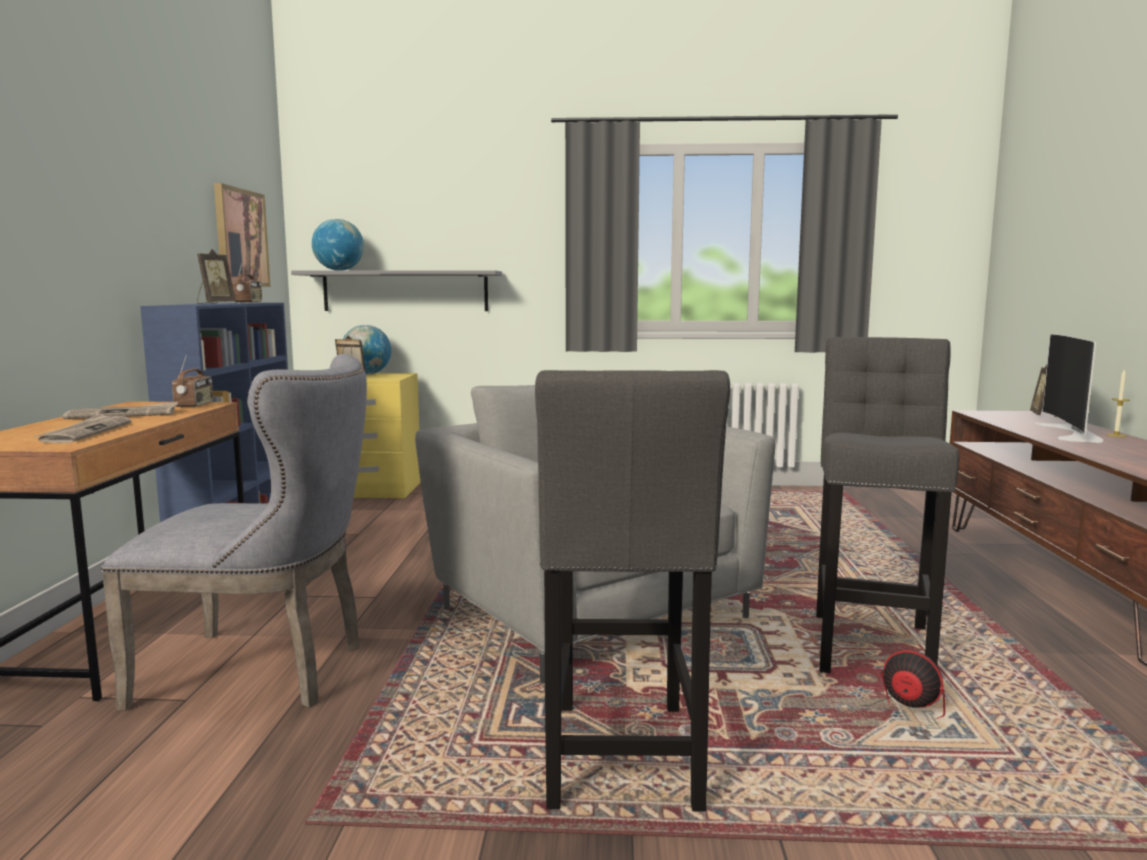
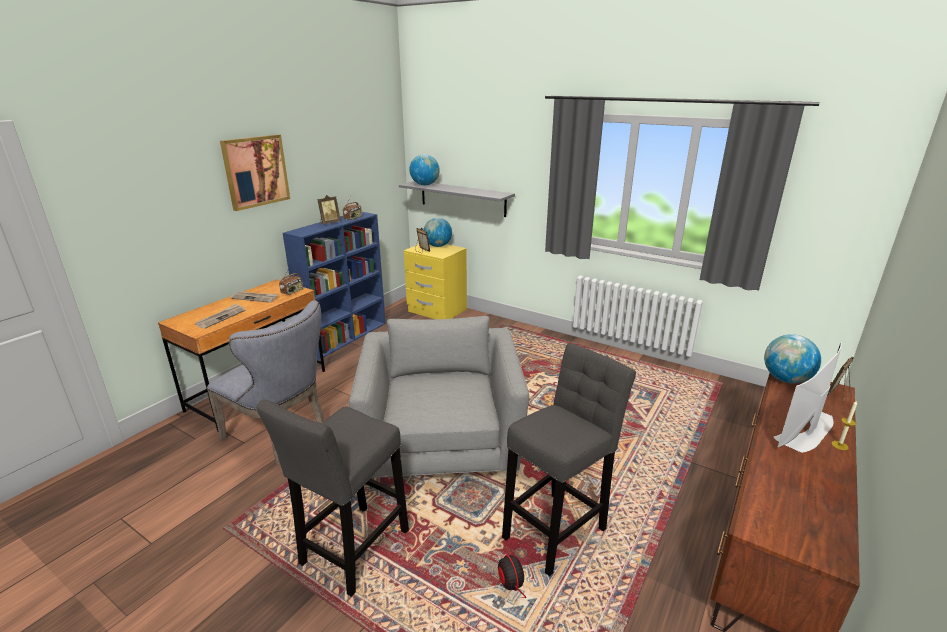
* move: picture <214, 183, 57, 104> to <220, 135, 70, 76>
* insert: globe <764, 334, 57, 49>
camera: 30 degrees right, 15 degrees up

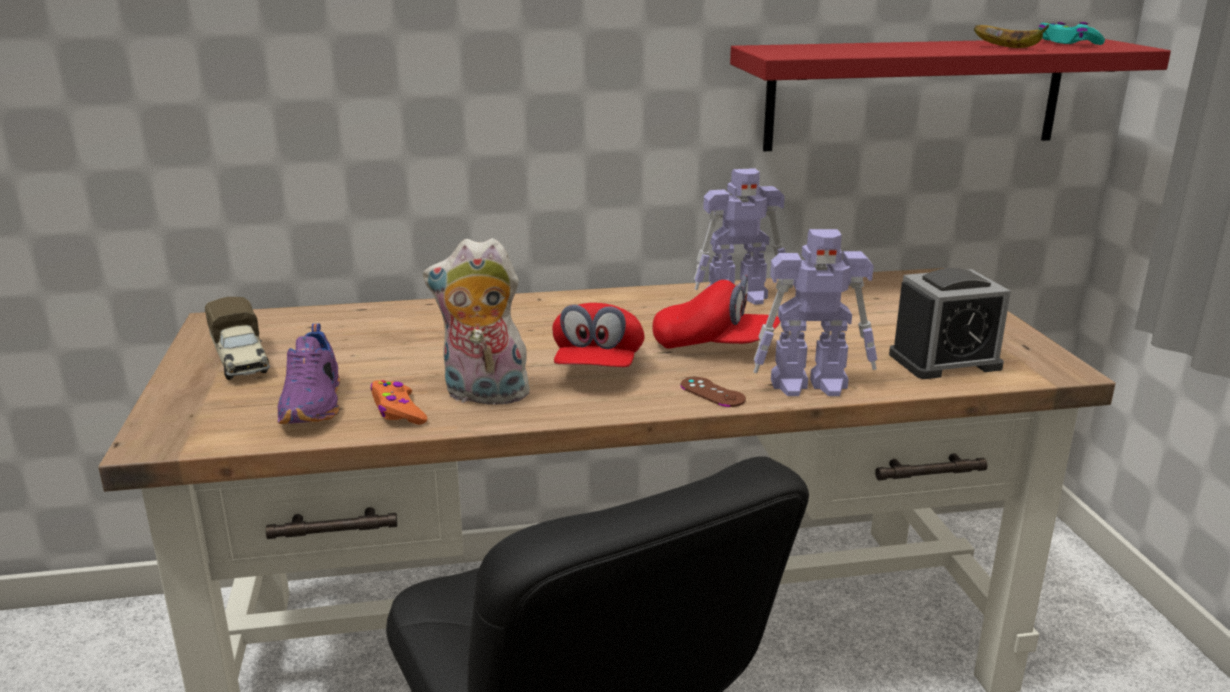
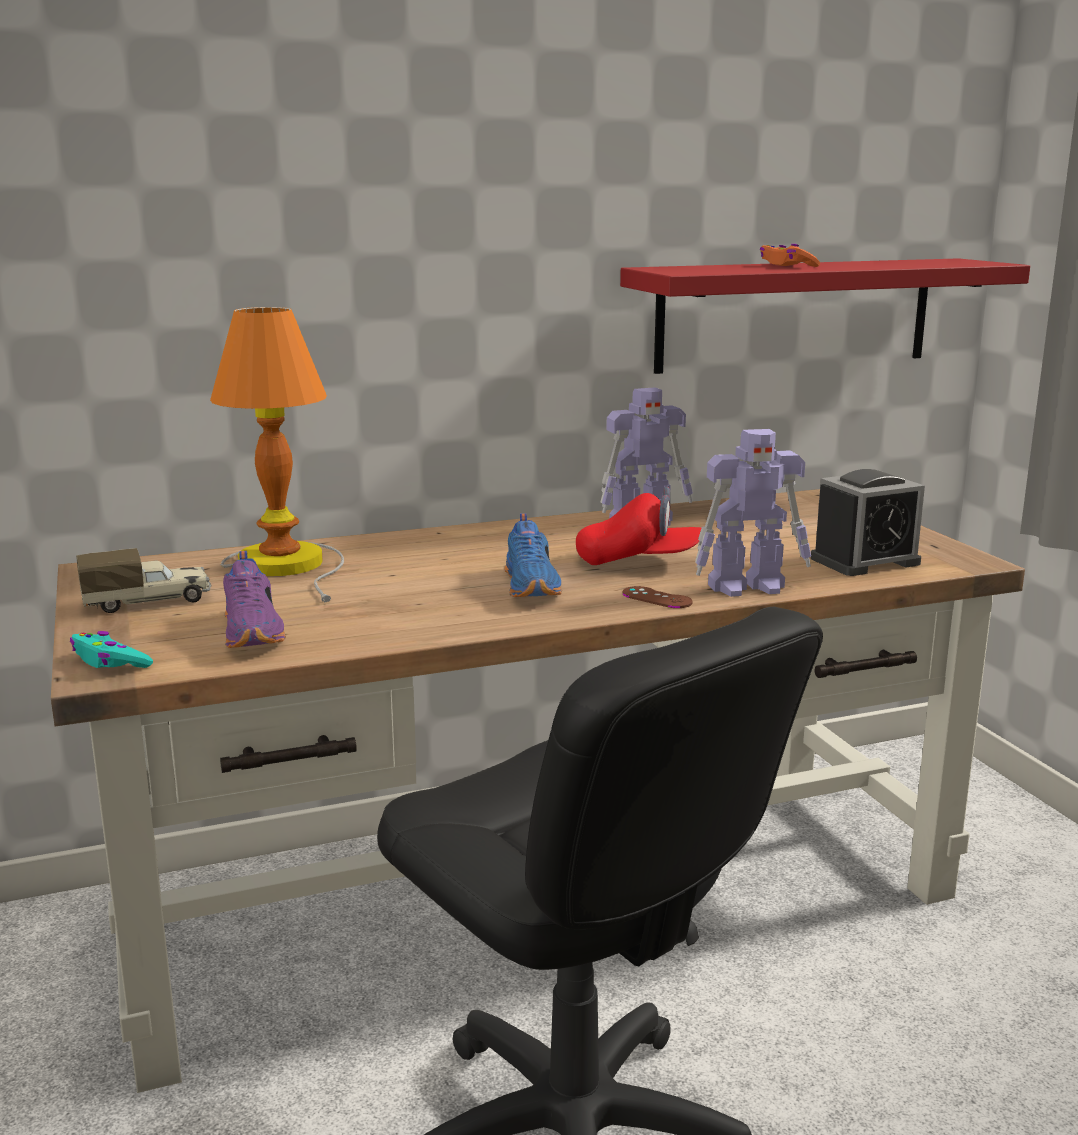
* move: game controller (turquoise) <1039, 22, 66, 23> to <70, 631, 83, 37>
* rotate: toy truck <205, 297, 66, 83> = <76, 548, 135, 65> 75 degrees counterclockwise
* insert: table lamp <210, 307, 134, 295>
* replace: cap (red) <552, 303, 93, 64> to shoe (blue) <504, 513, 58, 84>
* move: game controller (orange) <371, 380, 56, 45> to <760, 244, 60, 23>
* delete: plush toy <423, 238, 110, 167>
* delete: banana <974, 25, 75, 23>
camera: 10 degrees left, 5 degrees down

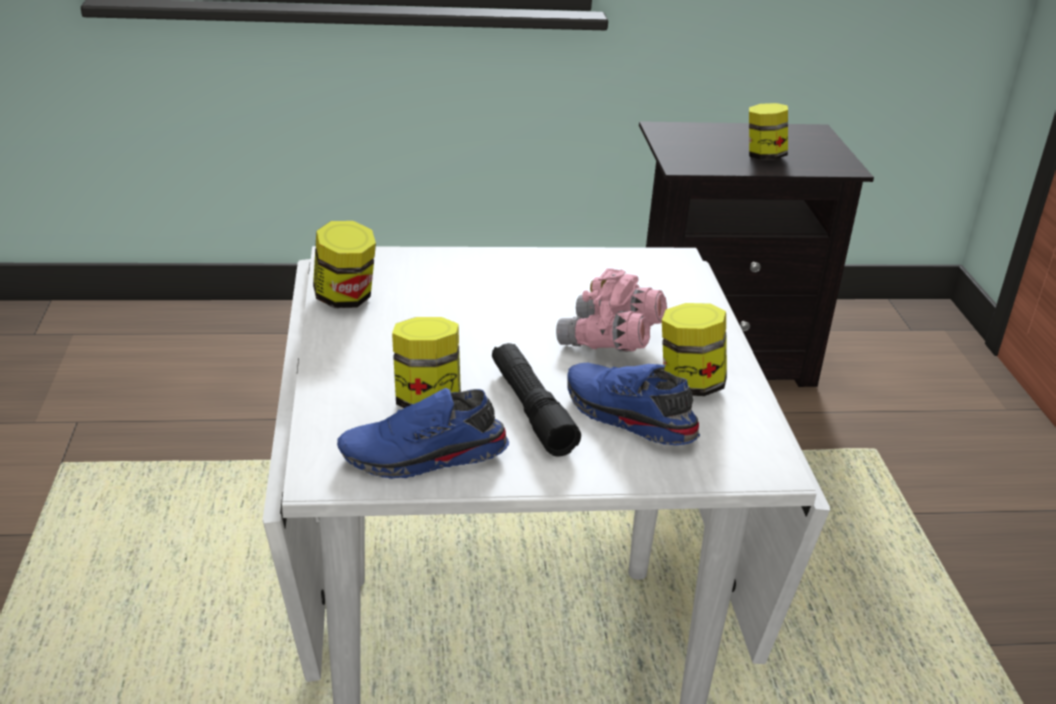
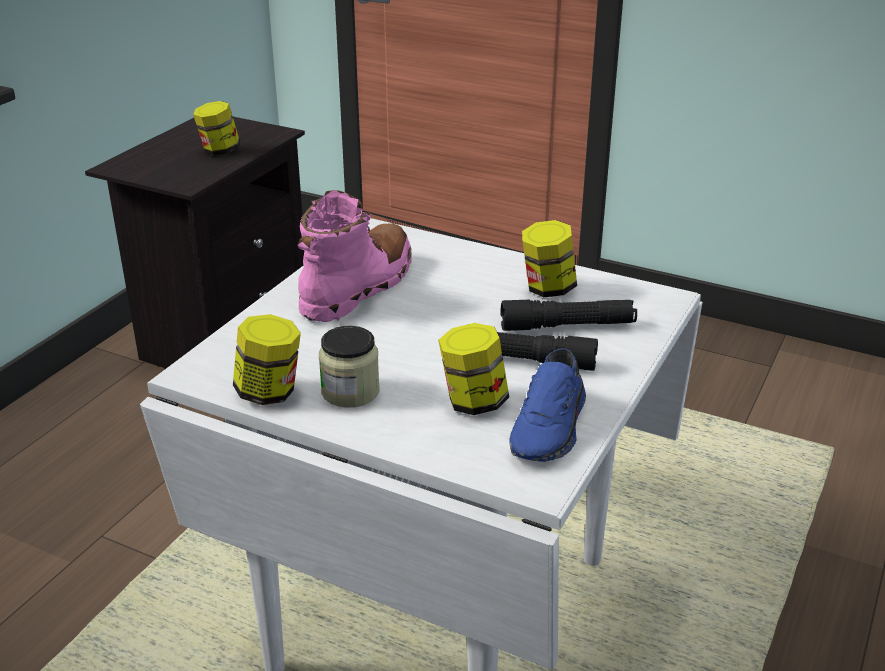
* insert: boot (pink) <297, 190, 115, 132>
* insert: jar <319, 326, 61, 82>
* replace: shoe (blue) <567, 363, 133, 82> to flashlight (black) <501, 300, 136, 31>
* delete: binoculars (pink) <556, 268, 111, 83>
camera: 55 degrees left, 0 degrees up

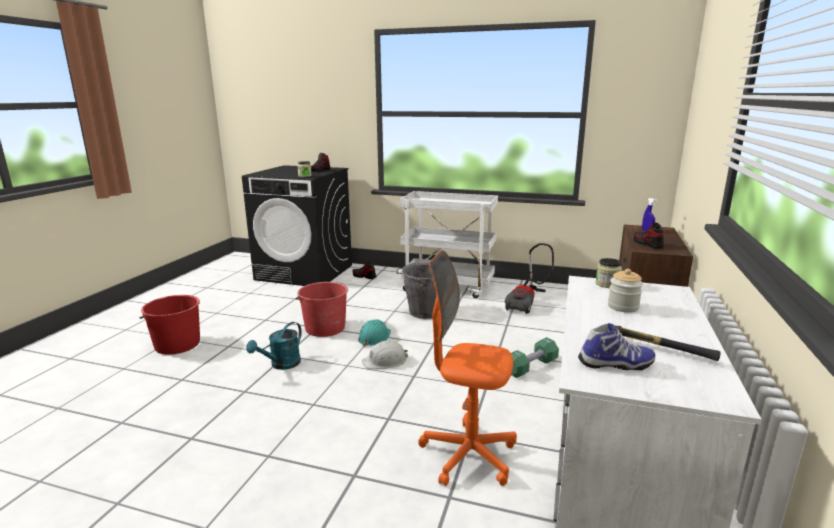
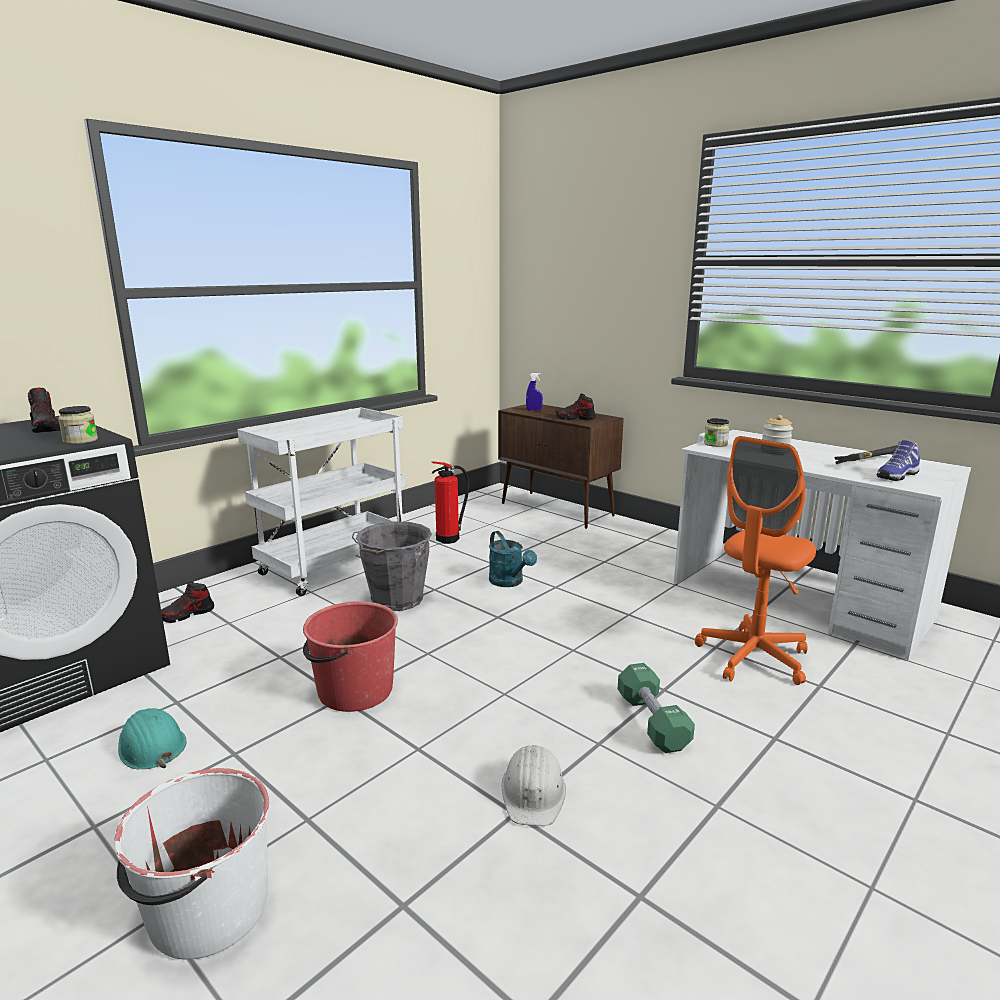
* recolor: bucket (red) <139, 295, 61, 60> to bucket (white) <114, 768, 156, 192>
* move: hard hat (turquoise) <358, 319, 33, 28> to <118, 708, 69, 61>
* replace: vacuum cleaner <505, 243, 49, 71> to fire extinguisher <431, 461, 38, 83>
* move: watering can (turquoise) <246, 322, 56, 48> to <489, 531, 48, 56>
* move: hard hat (white) <362, 340, 46, 29> to <502, 745, 64, 81>
* move: dumbbell (green) <511, 337, 48, 41> to <618, 663, 77, 90>
* rotate: shoe <578, 323, 77, 47> = <877, 440, 43, 41> 150 degrees counterclockwise
camera: 65 degrees left, 0 degrees up

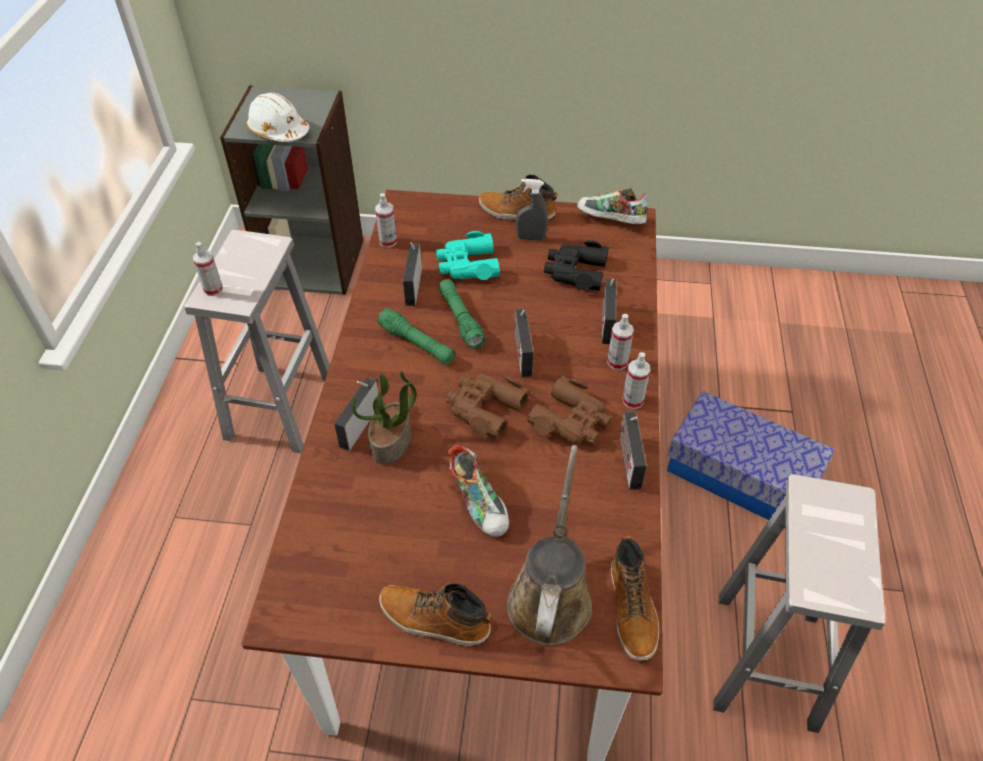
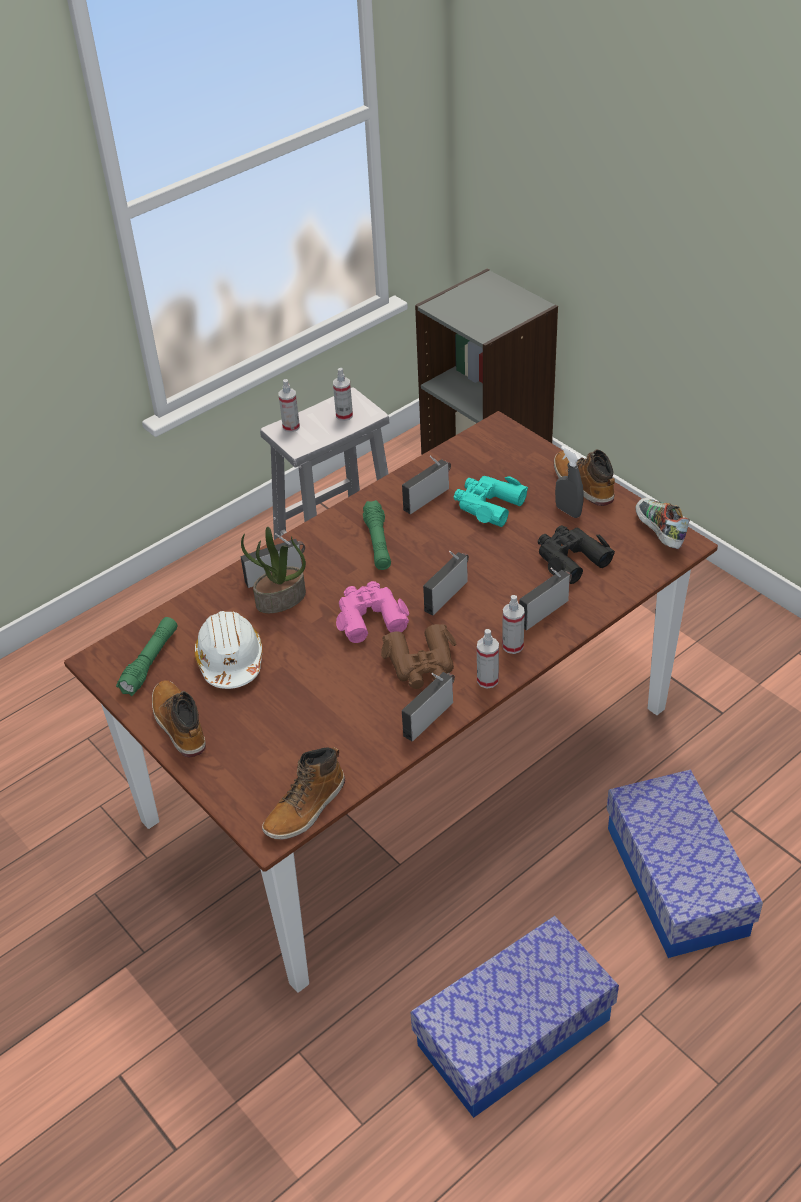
* move: flashlight (green) <438, 279, 48, 71> to <116, 617, 62, 79>
* move: hard hat (white) <246, 92, 63, 50> to <194, 611, 69, 78>
* move: spray bottle <375, 193, 22, 55> to <333, 368, 20, 53>
* recolor: binoculars (brown) <446, 374, 84, 65> to binoculars (pink) <336, 581, 73, 62>
* replace: stool (white) <713, 474, 172, 259> to storage box <410, 916, 209, 202>
* delete: shoe <448, 445, 61, 92>
* delete: watering can (brown) <507, 445, 85, 201>
camera: 45 degrees right, 5 degrees down

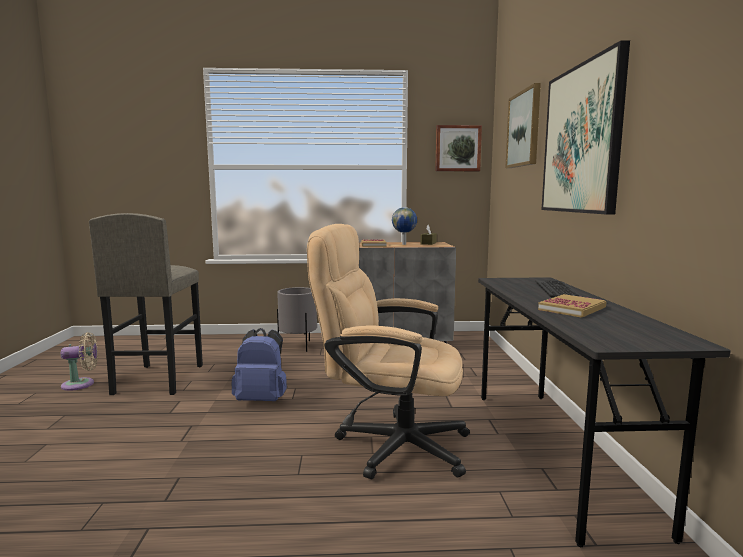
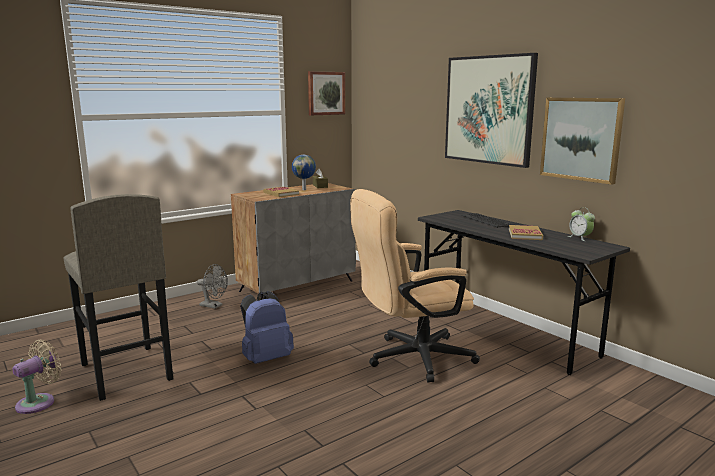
* replace: planter (grey) <277, 287, 40, 65> to fan (grey) <197, 264, 31, 45>
* move: picture <505, 83, 36, 85> to <540, 98, 85, 87>
* insert: alarm clock <568, 207, 27, 34>
camera: 35 degrees left, 5 degrees up

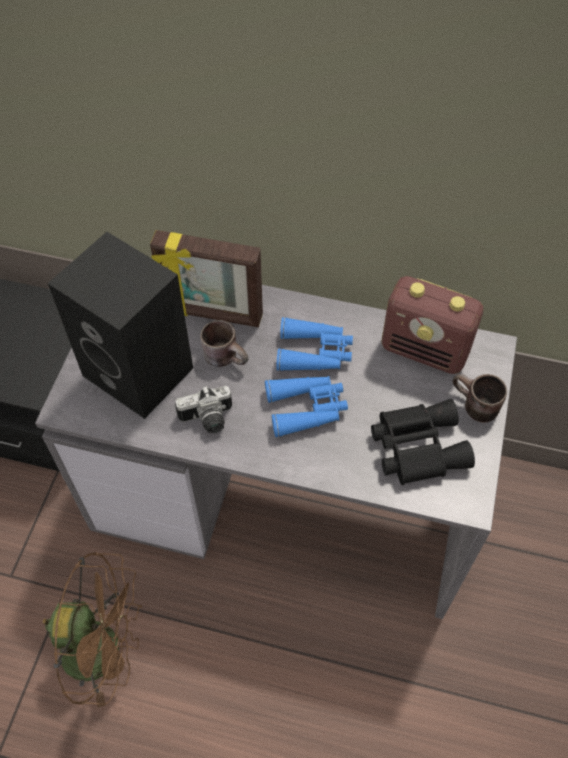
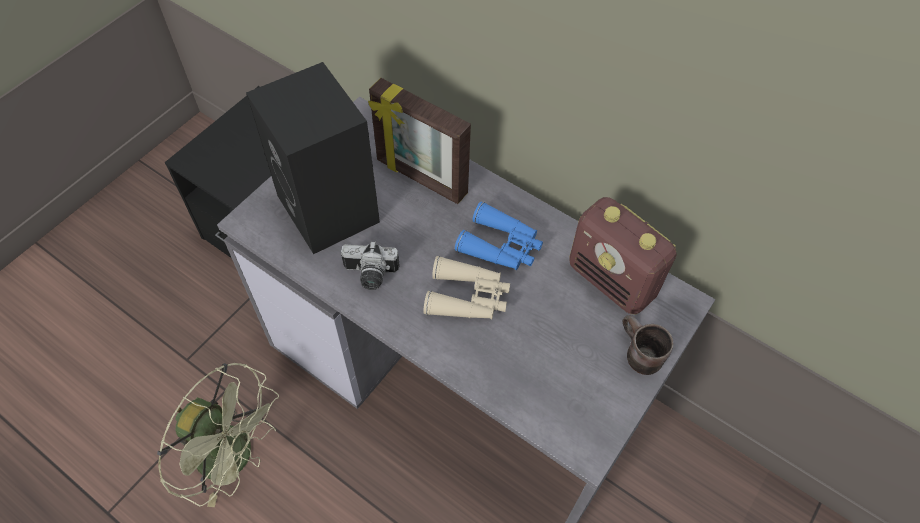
* recolor: fan (brown) <43, 552, 99, 156> to fan (green) <157, 363, 122, 144>
* recolor: binoculars (blue) <265, 376, 83, 61> to binoculars (beige) <423, 256, 87, 63>
* delete: mug (brown) <200, 320, 48, 47>
* delete: binoculars (black) <371, 399, 104, 86>
camera: 20 degrees right, 0 degrees up

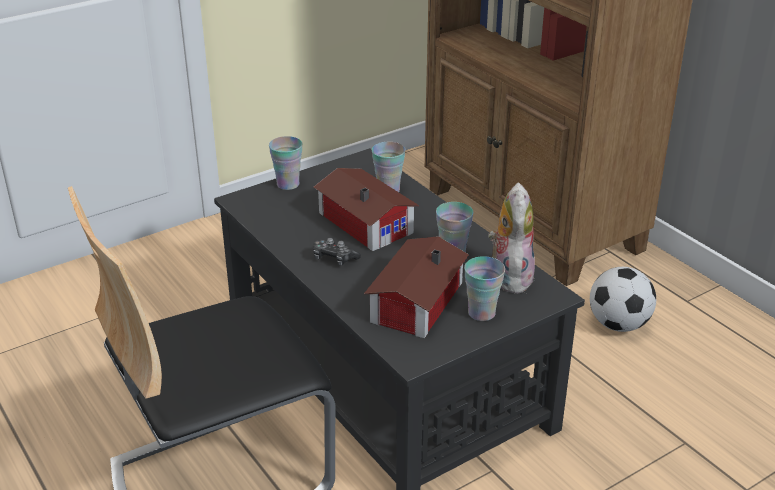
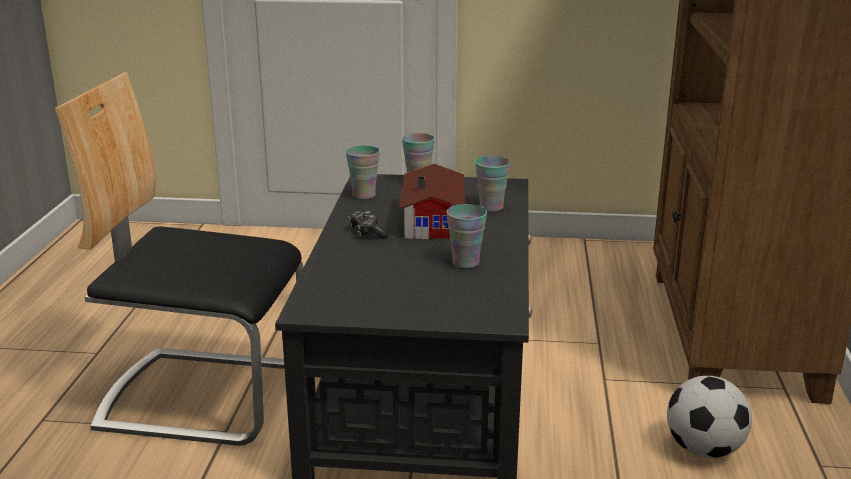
* move: cup <464, 256, 41, 65> to <346, 145, 34, 54>
* delete: toy house <364, 236, 105, 102>
* delete: plush toy <488, 182, 47, 111>
camera: 40 degrees right, 10 degrees down

